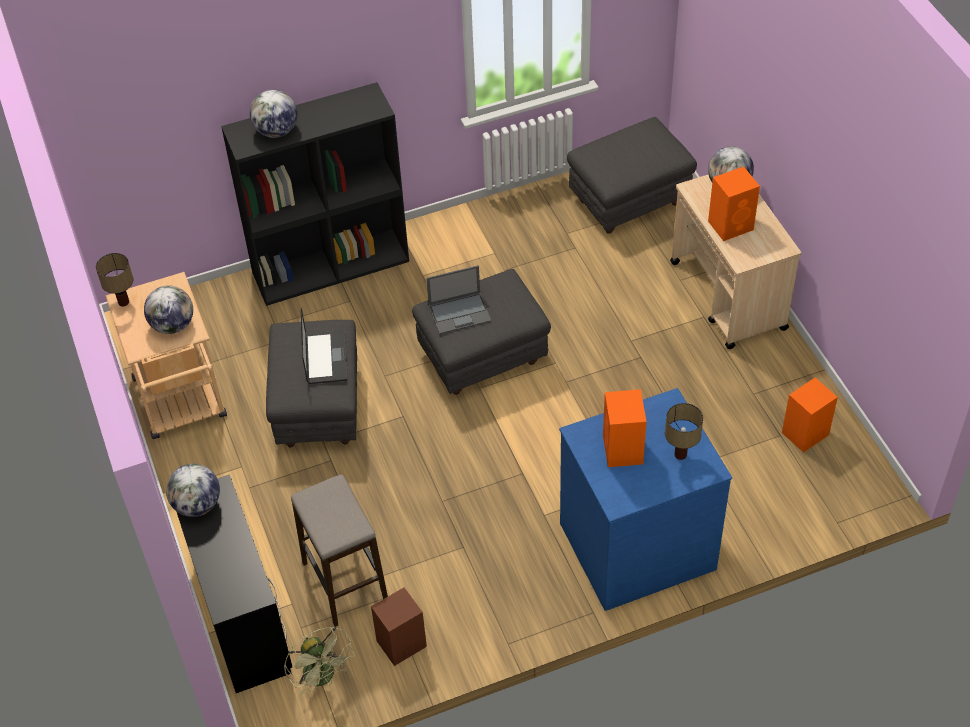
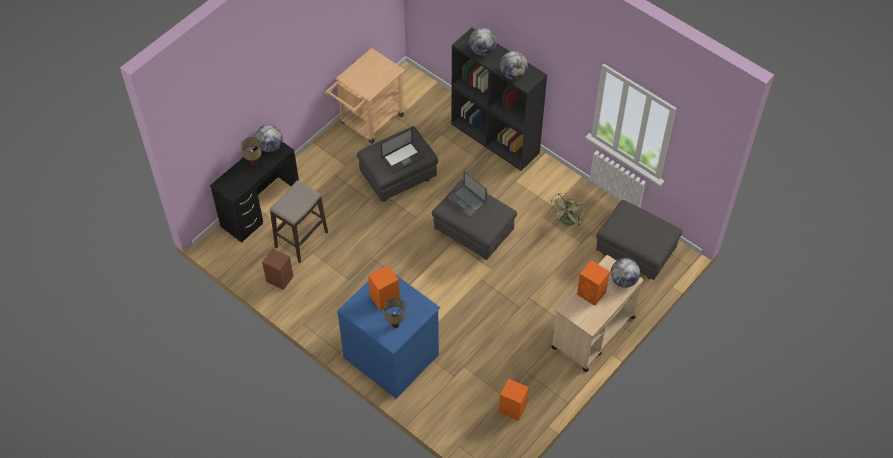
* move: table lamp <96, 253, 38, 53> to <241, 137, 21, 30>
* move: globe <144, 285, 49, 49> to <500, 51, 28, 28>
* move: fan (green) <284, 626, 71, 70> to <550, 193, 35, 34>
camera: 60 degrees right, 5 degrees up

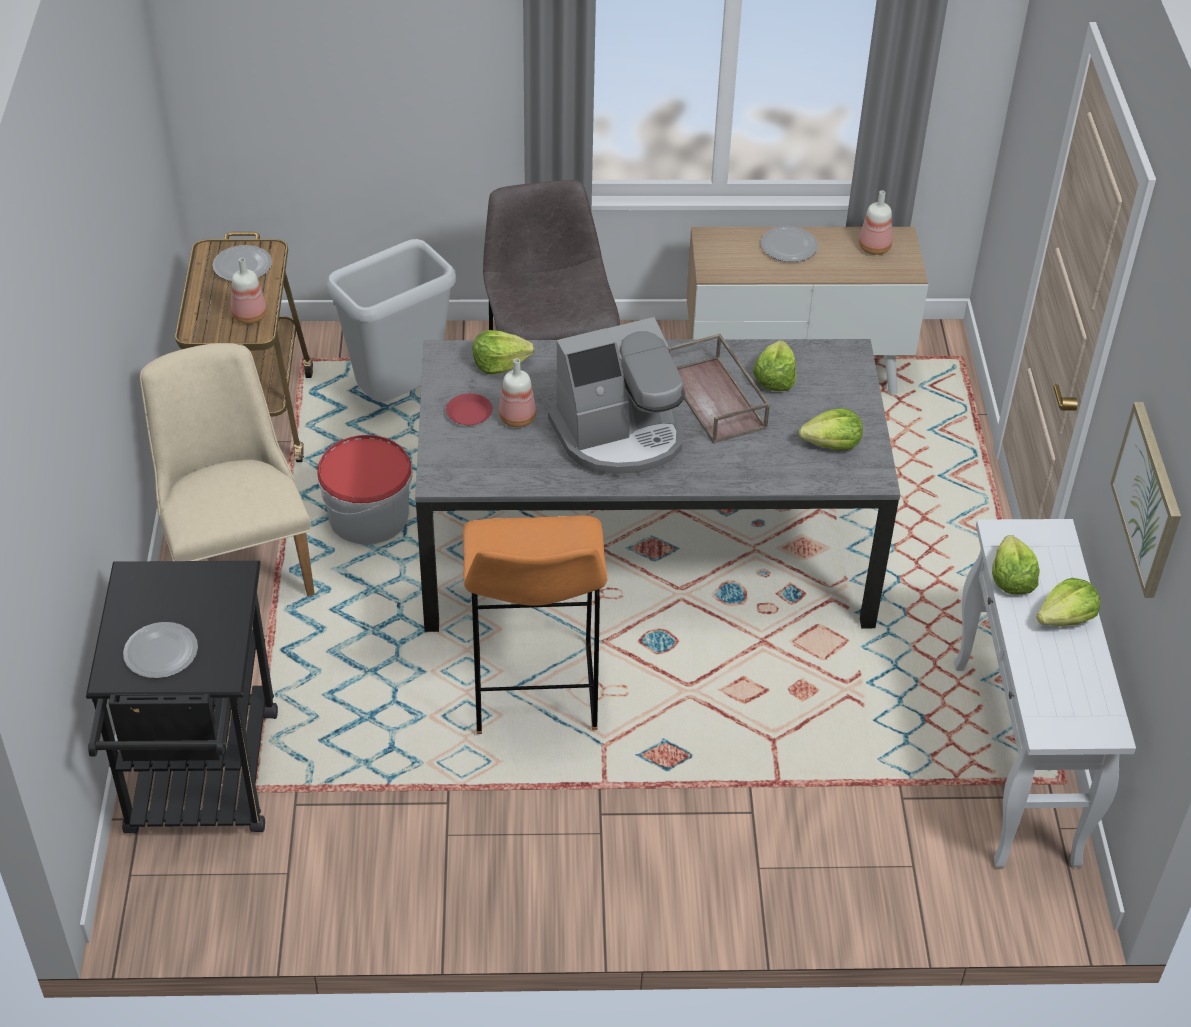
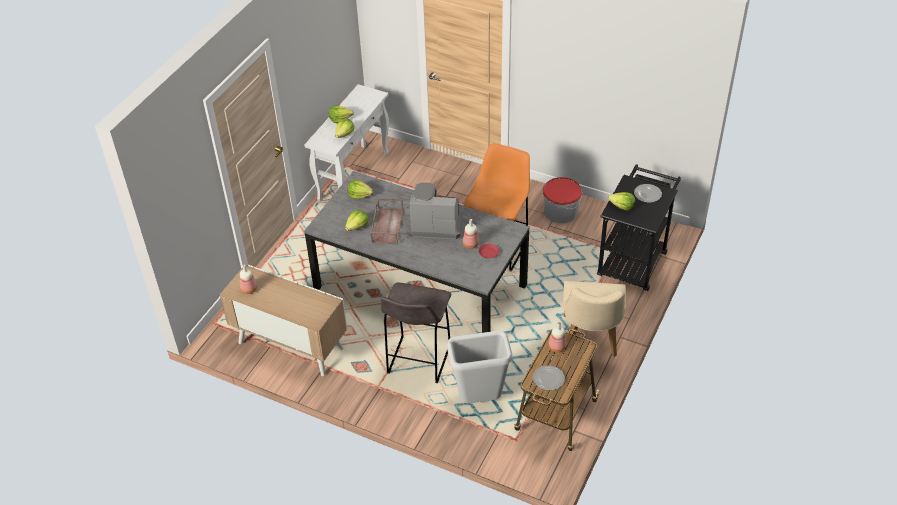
* move: bucket <317, 435, 96, 109> to <542, 177, 40, 46>
* move: lettuce <473, 330, 62, 44> to <608, 192, 27, 19>
* delete: plate <761, 226, 57, 36>
* delete: picture <1110, 402, 71, 196>
camera: 150 degrees left, 0 degrees up

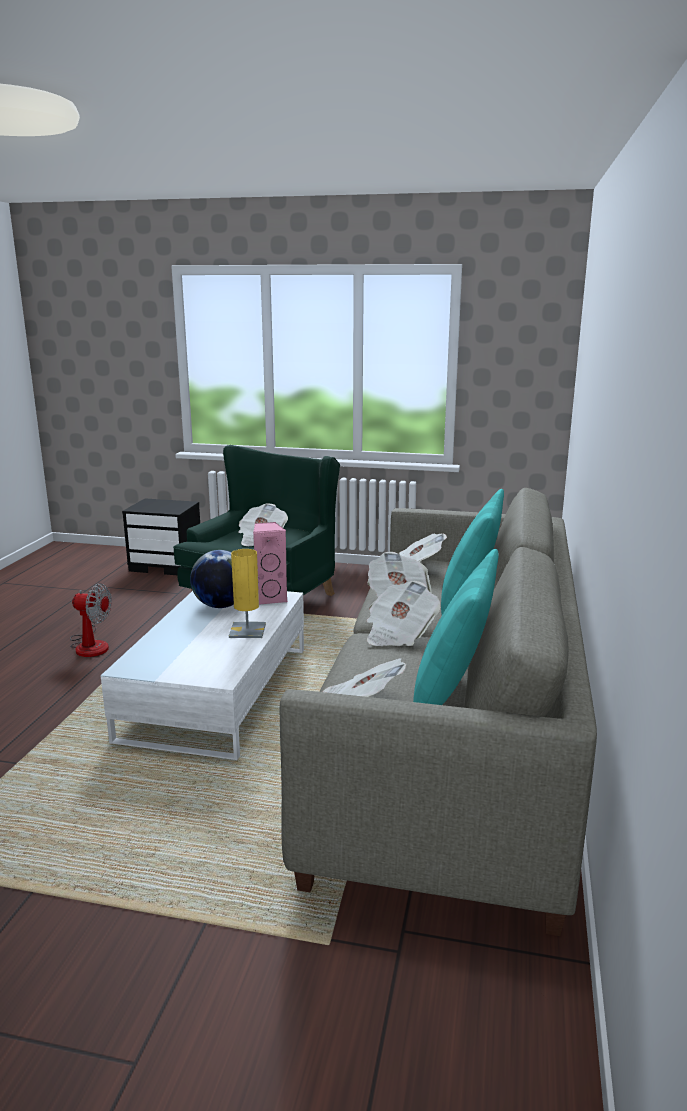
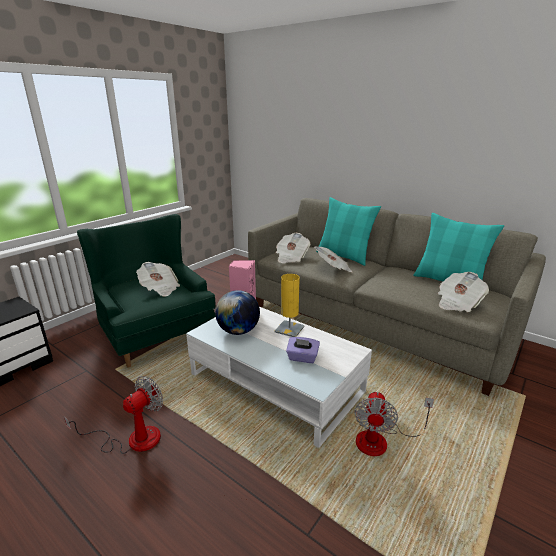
* insert: tissue box (purple) <286, 337, 34, 26>
* insert: fan <354, 392, 80, 64>
* delete: newspaper <367, 581, 73, 65>
camera: 65 degrees left, 5 degrees up

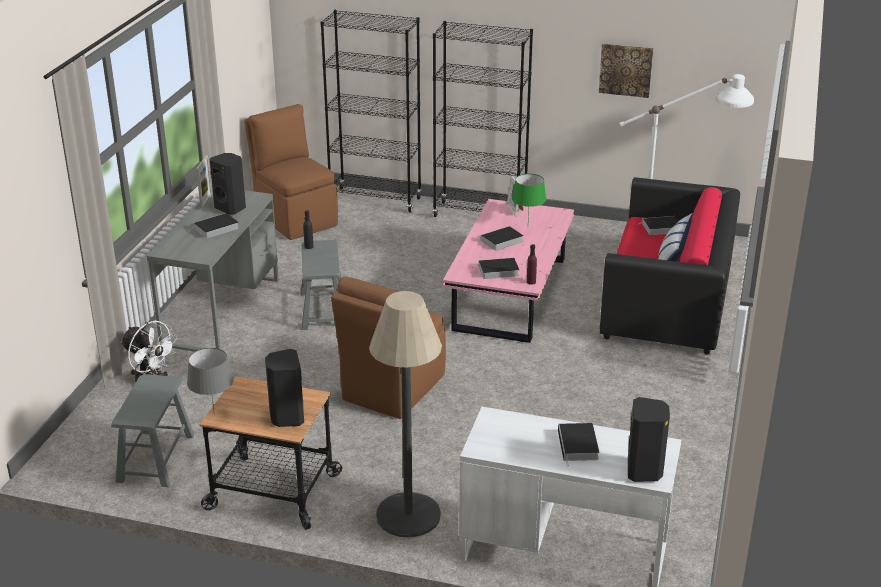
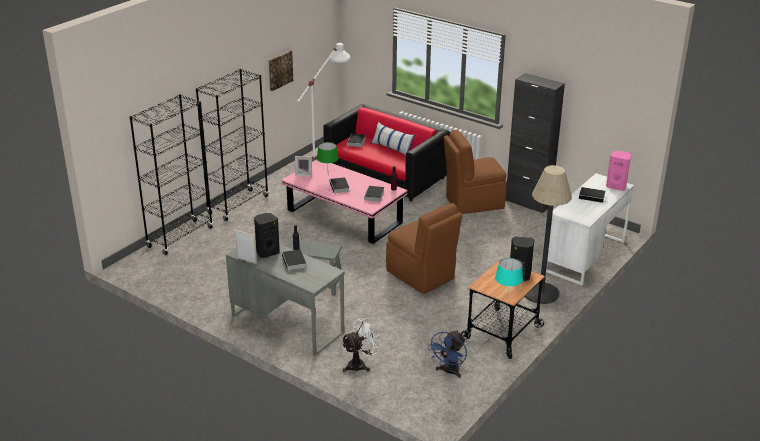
* replace: stool (grey) <111, 374, 84, 113> to fan (blue) <428, 330, 39, 48>
* move: chair (brown) <244, 104, 94, 136> to <444, 130, 63, 84>
* recolor: table lamp (grey) <187, 348, 47, 68> to table lamp (turquoise) <495, 258, 28, 41>
* insert: cabinet (black) <506, 73, 59, 140>
* recolor: speaker (black) <628, 397, 42, 85> to speaker (pink) <606, 151, 25, 40>
camera: 70 degrees left, 0 degrees up

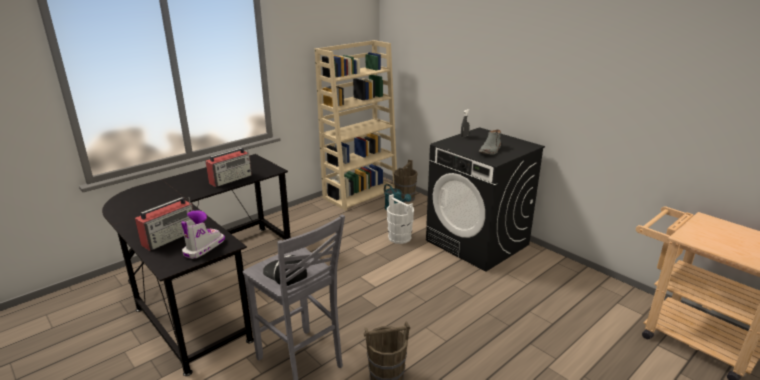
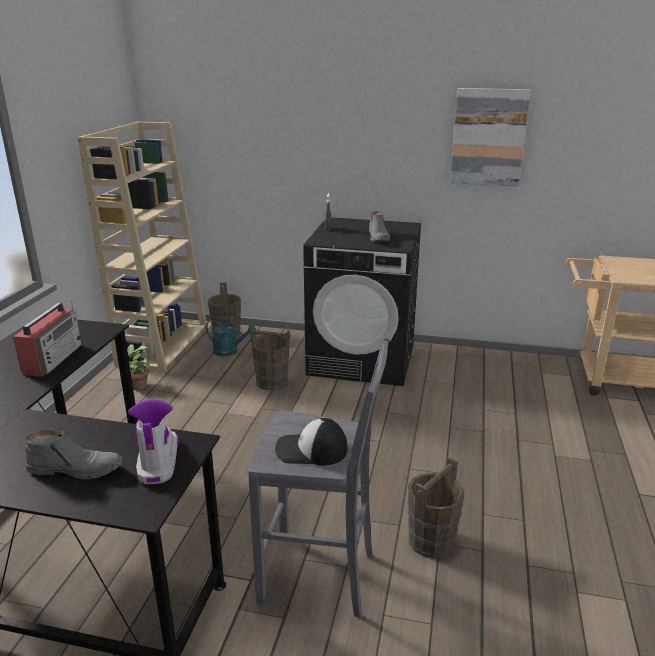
* replace: radio <135, 197, 58, 54> to boot (grey) <25, 430, 98, 49>
* insert: potted plant <115, 344, 34, 46>
* recolor: bucket (white) <387, 194, 27, 50> to bucket (brown) <249, 326, 42, 64>
* insert: picture <450, 88, 81, 98>
camera: 35 degrees left, 0 degrees up

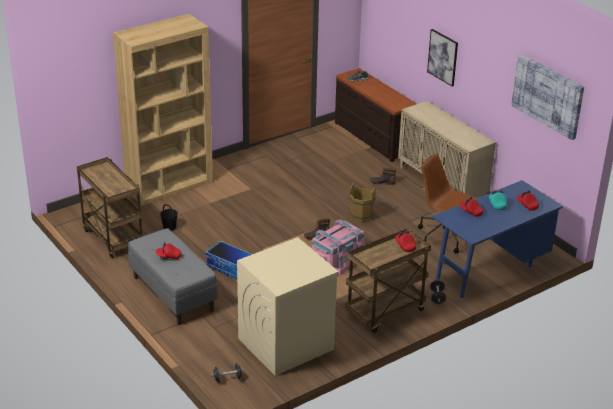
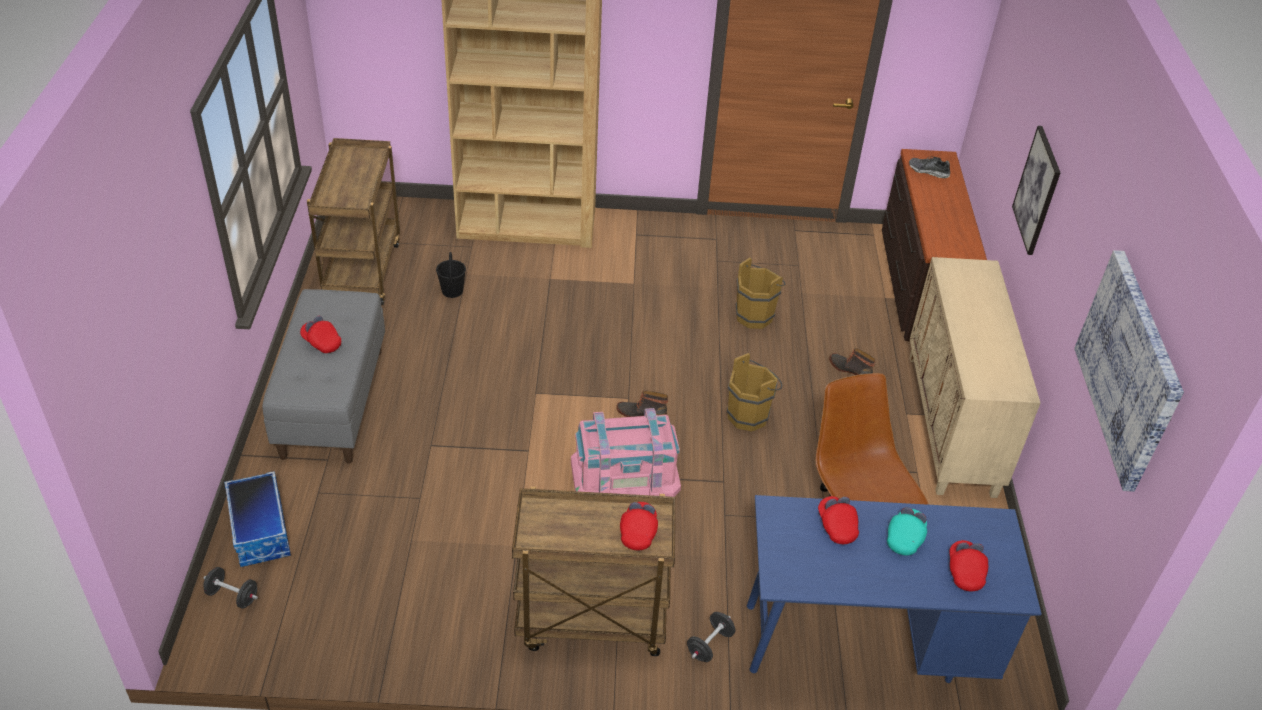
* move: storage box <205, 240, 47, 39> to <224, 471, 67, 96>
* insert: bucket (brown) <736, 257, 49, 72>
* delete: washing machine (beige) <237, 237, 102, 139>
camera: 35 degrees right, 10 degrees up

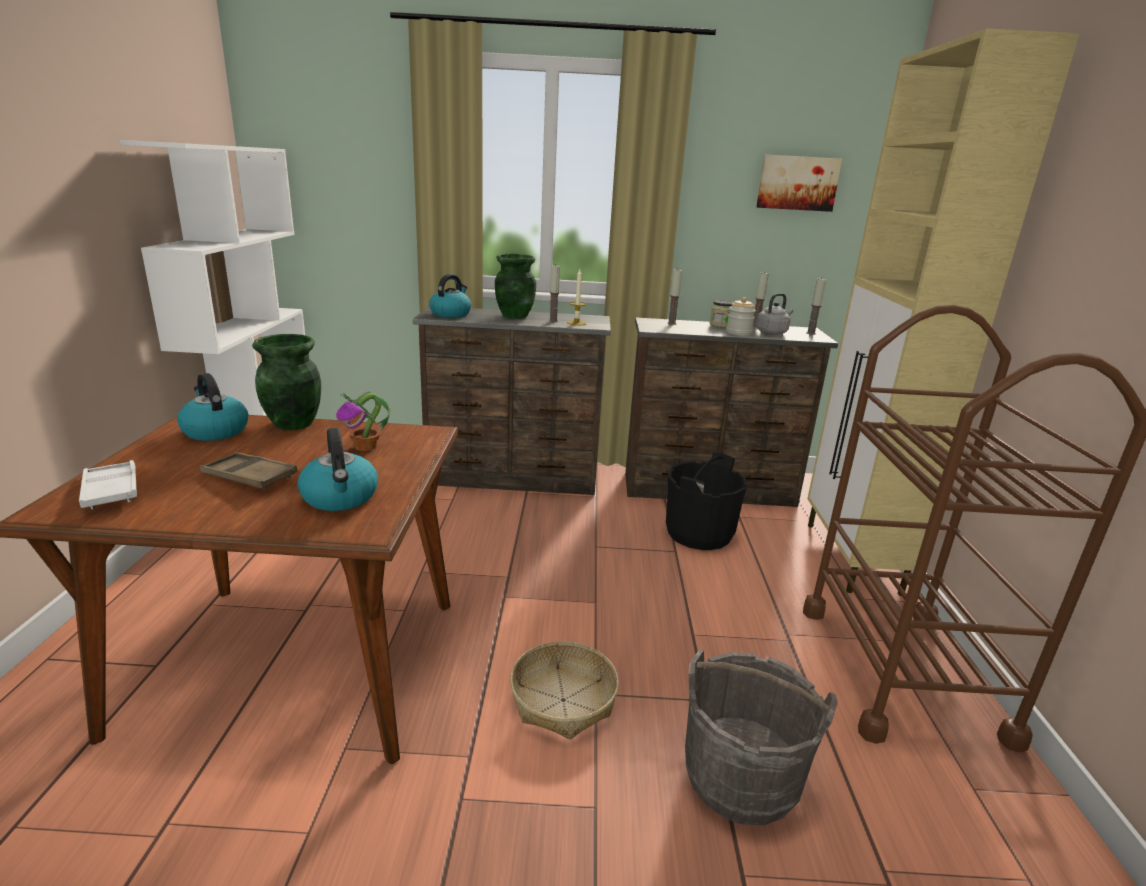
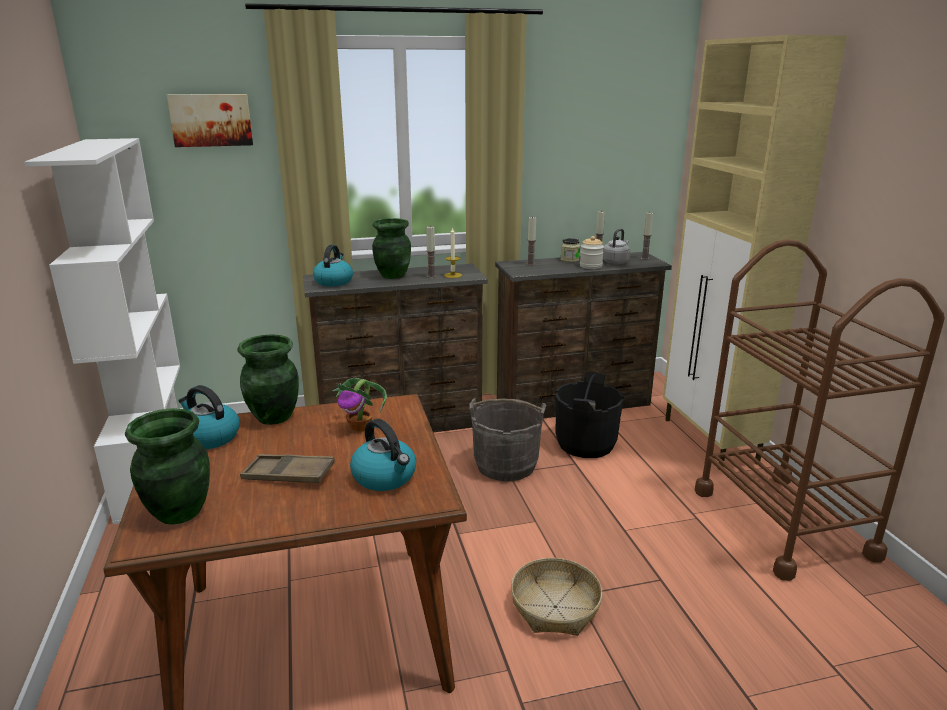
* replace: tray (white) <79, 460, 58, 49> to vase (green) <125, 408, 85, 117>
* move: picture <756, 155, 86, 57> to <167, 94, 86, 53>
* move: bucket (grey) <685, 649, 153, 176> to <470, 398, 76, 83>
camera: 15 degrees left, 0 degrees up

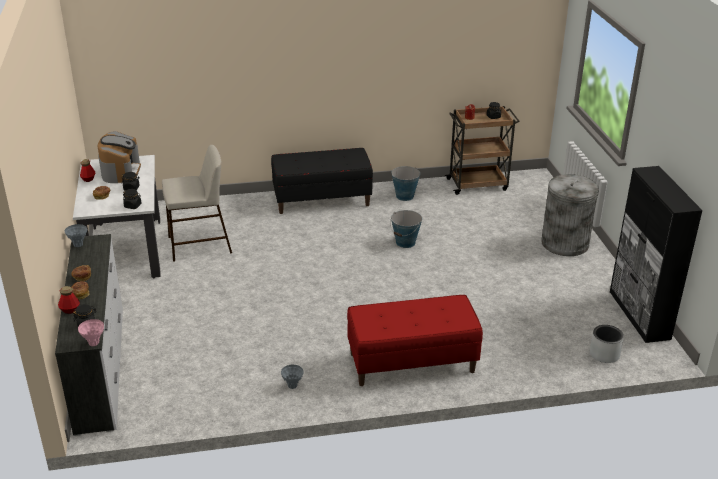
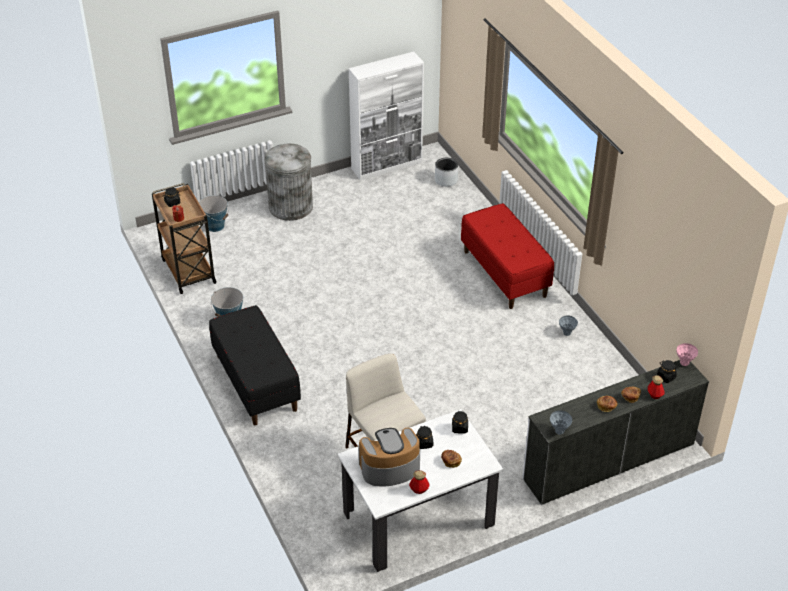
* move: bucket <390, 210, 32, 38> to <199, 195, 29, 37>
* recolor: cabinet (black) <610, 166, 93, 177> to cabinet (white) <349, 52, 75, 128>
camera: 105 degrees left, 10 degrees up

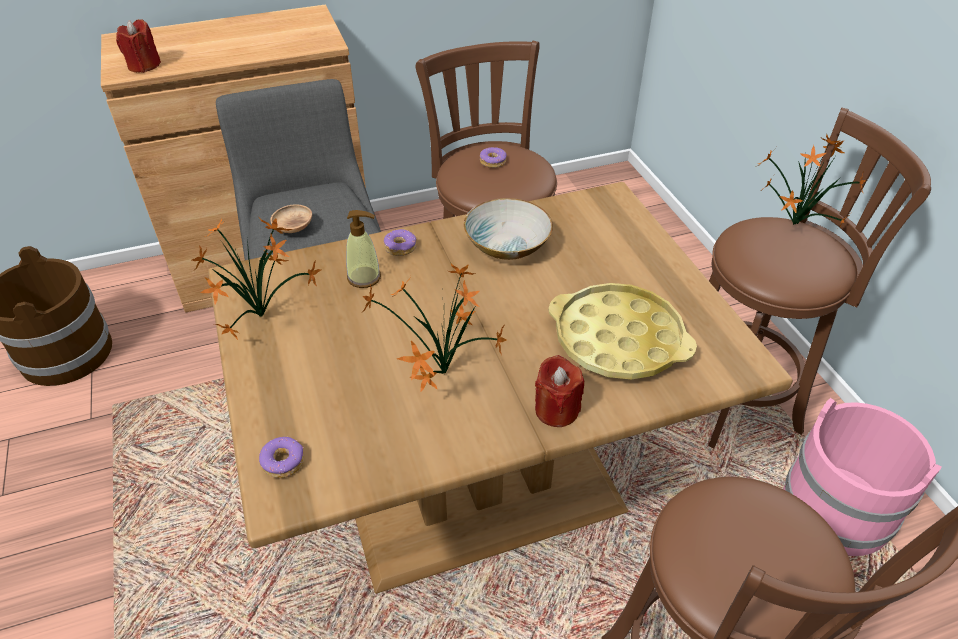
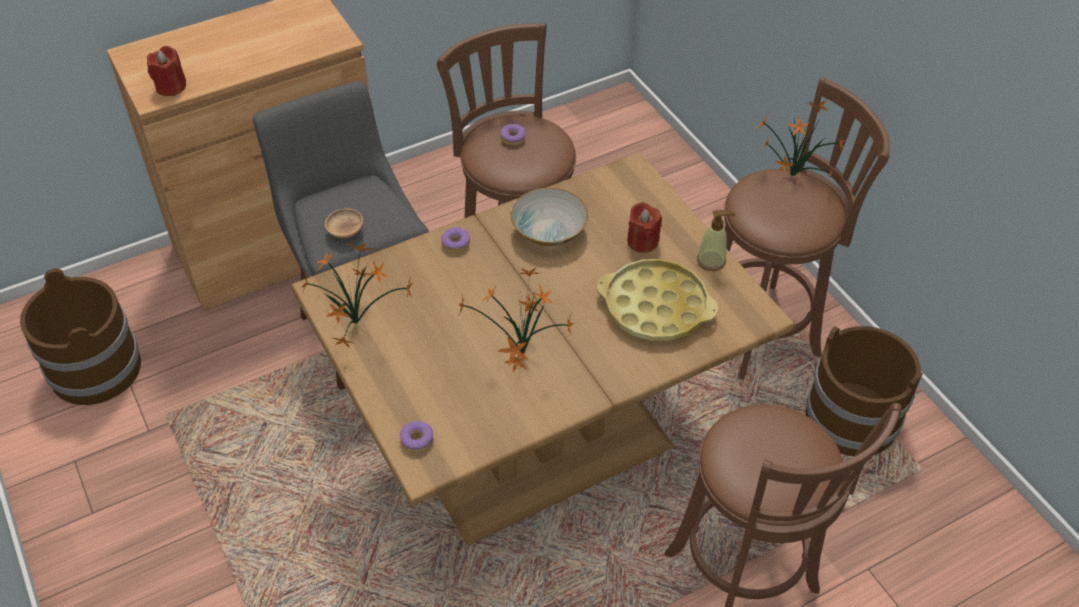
* move: candle (red) <535, 355, 49, 72> to <627, 202, 35, 51>
* move: soap dispenser <346, 210, 35, 78> to <697, 210, 38, 61>
* recolor: bucket (pink) <783, 398, 158, 158> to bucket (brown) <806, 326, 117, 131>
camera: 10 degrees left, 5 degrees up

